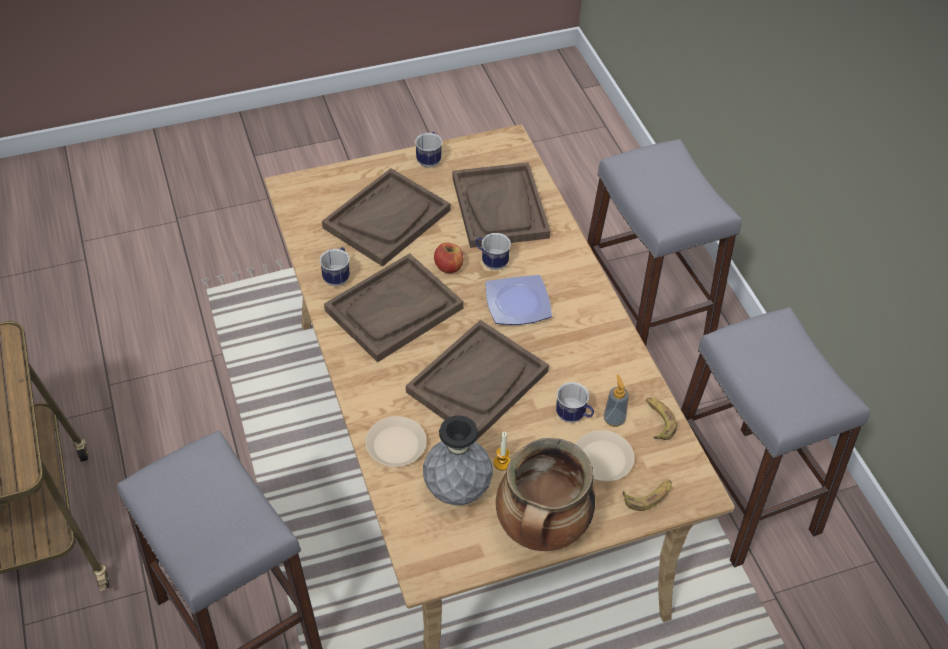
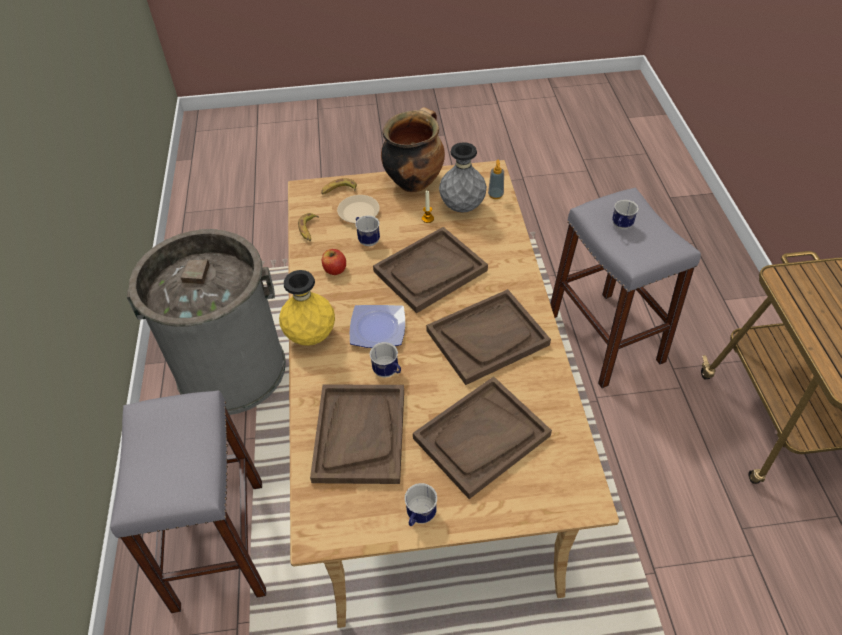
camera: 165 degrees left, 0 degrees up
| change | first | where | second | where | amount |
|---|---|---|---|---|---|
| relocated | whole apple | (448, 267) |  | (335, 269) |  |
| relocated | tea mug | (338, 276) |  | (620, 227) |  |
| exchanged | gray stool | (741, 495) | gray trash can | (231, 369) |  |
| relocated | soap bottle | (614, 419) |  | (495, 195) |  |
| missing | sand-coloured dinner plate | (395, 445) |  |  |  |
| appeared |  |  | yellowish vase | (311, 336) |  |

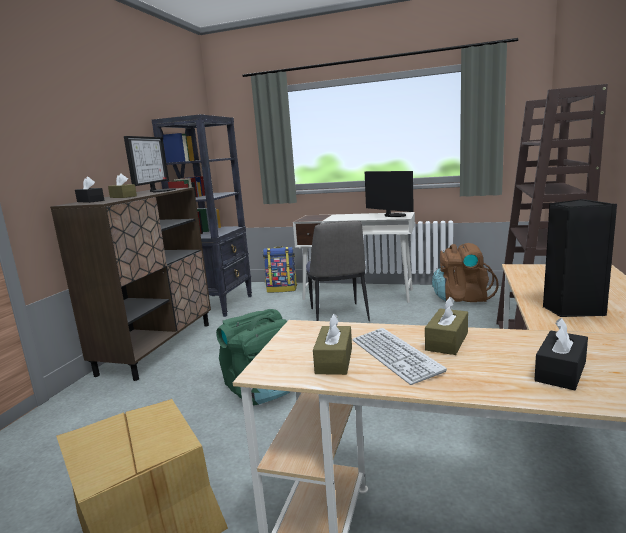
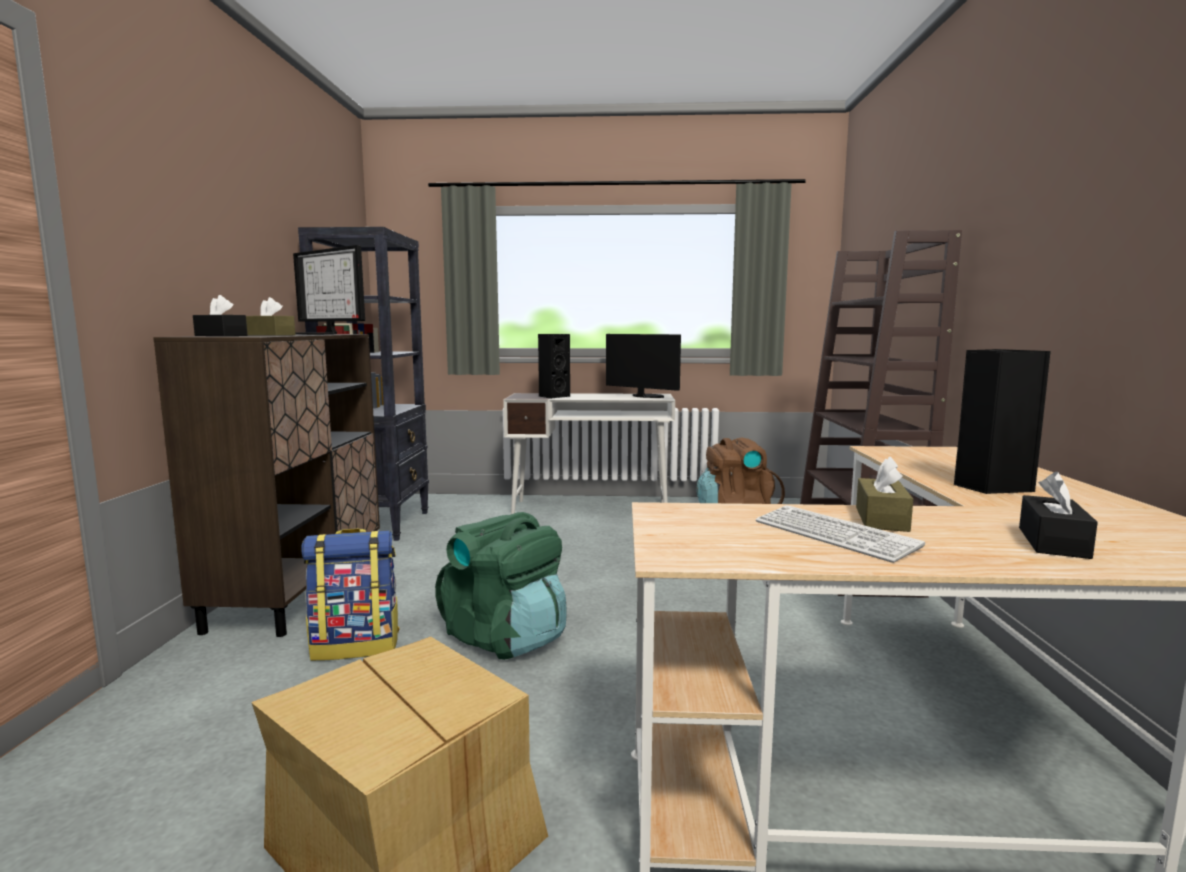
camera: 15 degrees left, 5 degrees down
| change | first | where | second | where | amount |
|---|---|---|---|---|---|
| spun | monitor | (160, 190) |  | (320, 334) | 135 degrees clockwise |
| missing | upright chair | (338, 315) |  |  |  |
| relocated | backpack | (282, 289) |  | (356, 645) |  |
| missing | brownish tissue box | (334, 360) |  |  |  |
| appeared |  |  | black speaker | (553, 396) |  |

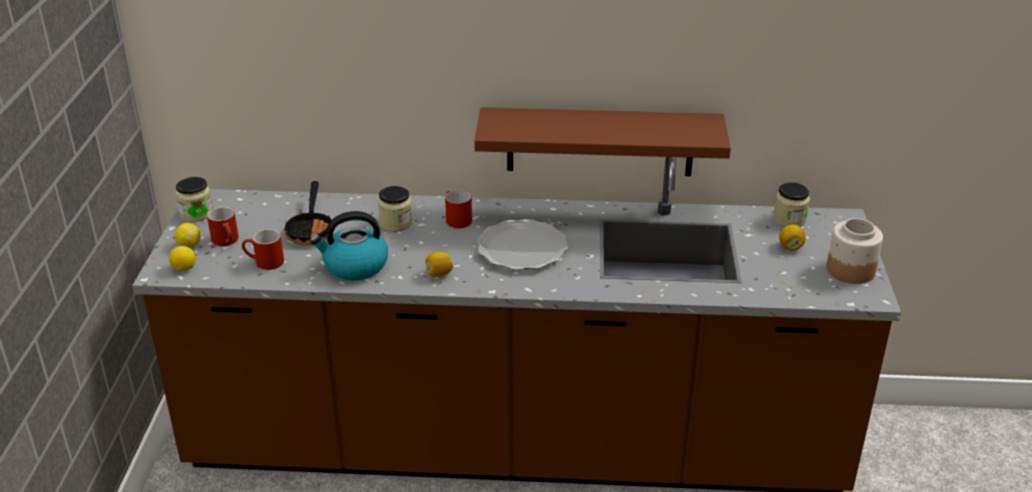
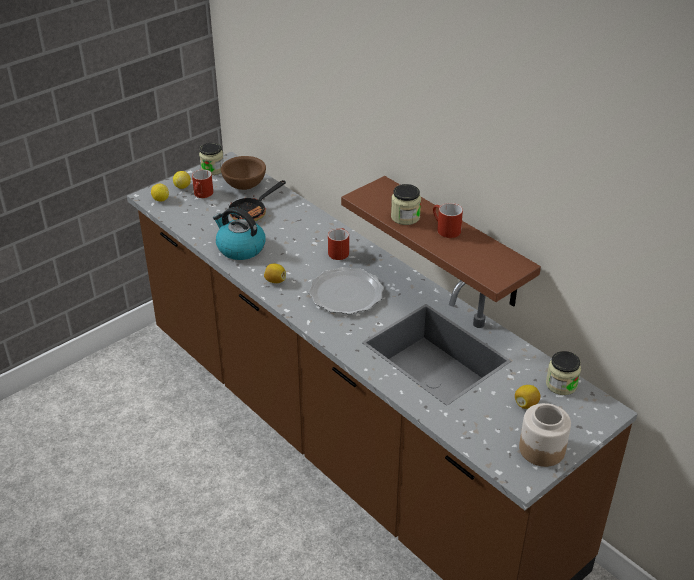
camera: 45 degrees right, 5 degrees up
| change | first | where | second | where | amount |
|---|---|---|---|---|---|
| relocated | storage jar | (396, 223) |  | (405, 217) |  |
| relocated | red-coloured tea mug | (264, 262) |  | (444, 229) |  |
| appeared |  |  | brownish bowl | (245, 185) |  |

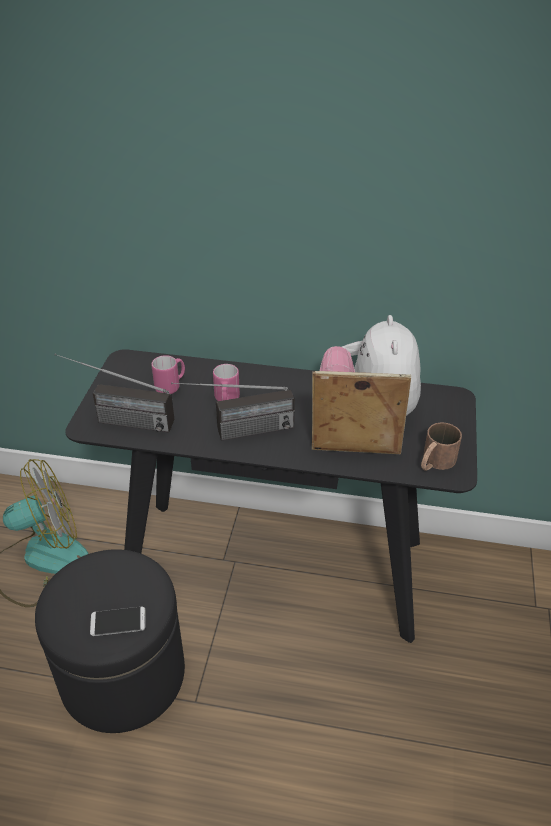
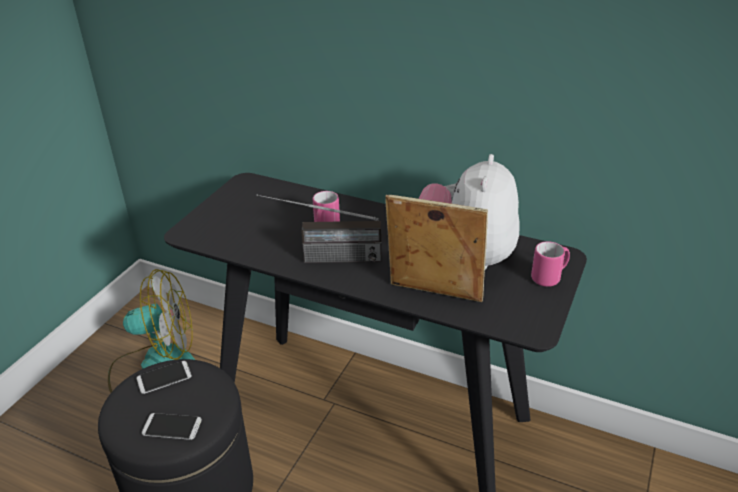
camera: 15 degrees right, 5 degrees down
| change | first | where | second | where | amount |
|---|---|---|---|---|---|
| missing | radio | (116, 420) |  |  |  |
| relocated | pinkish tea mug | (171, 386) |  | (549, 277) |  |
| missing | brownish tea mug | (435, 462) |  |  |  |
| appeared |  |  | telephone | (164, 377) |  |

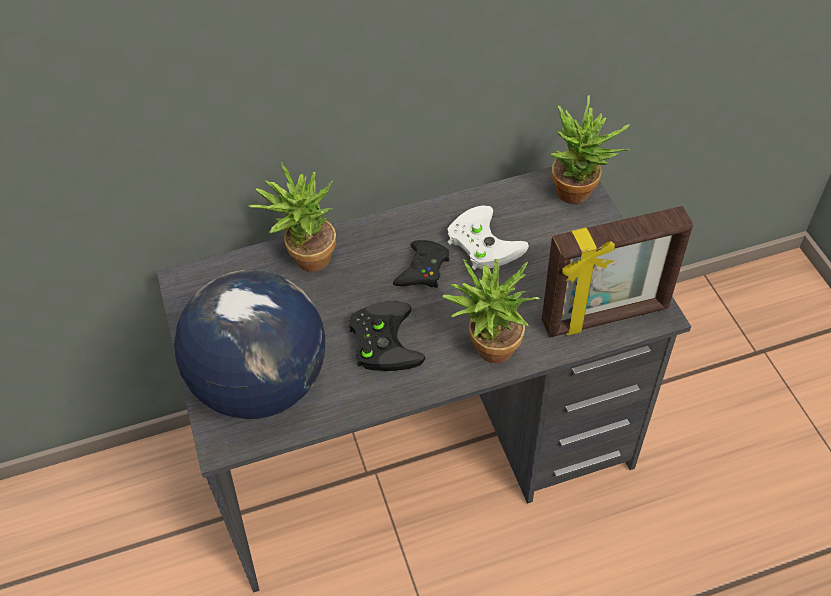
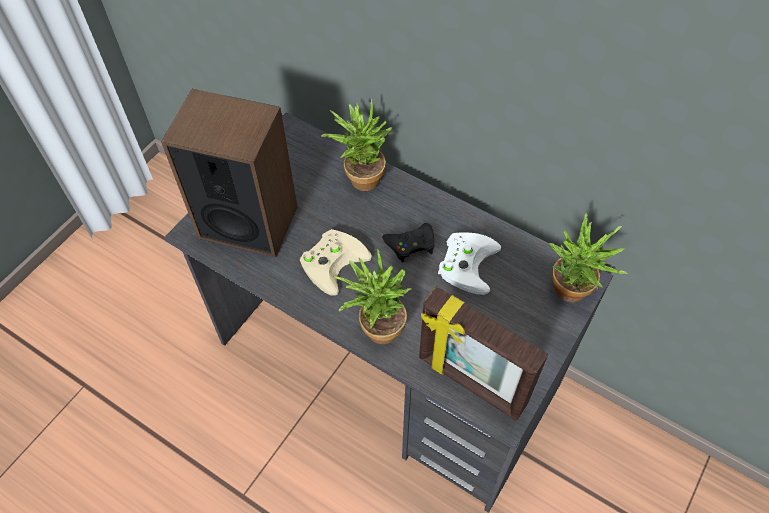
camera: 50 degrees right, 5 degrees up
| change | first | where | second | where | amount |
|---|---|---|---|---|---|
| exchanged | world globe | (262, 383) | speaker | (248, 221) |  |
| colour | black joypad | (382, 339) | sand-coloured joypad | (333, 260) |  |

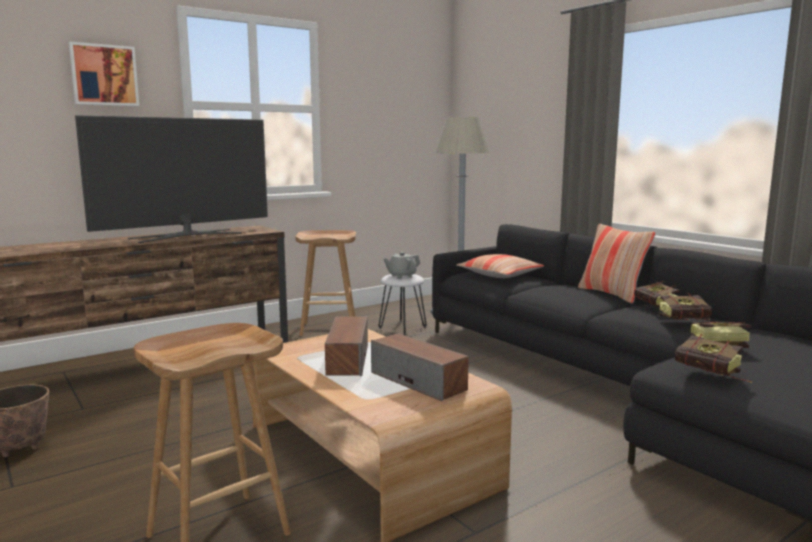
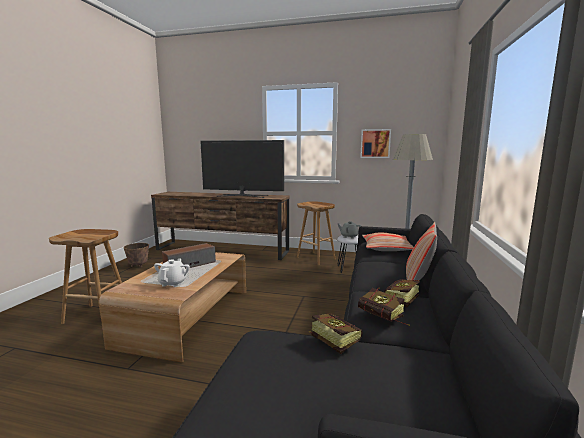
camera: 50 degrees right, 0 degrees up
| change | first | where | second | where | amount |
|---|---|---|---|---|---|
| relocated | wall art | (104, 75) |  | (375, 143) |  |
| exchanged | speaker | (418, 381) | white-coloured tea pot | (173, 283) |  |
| missing | book | (713, 376) |  |  |  |

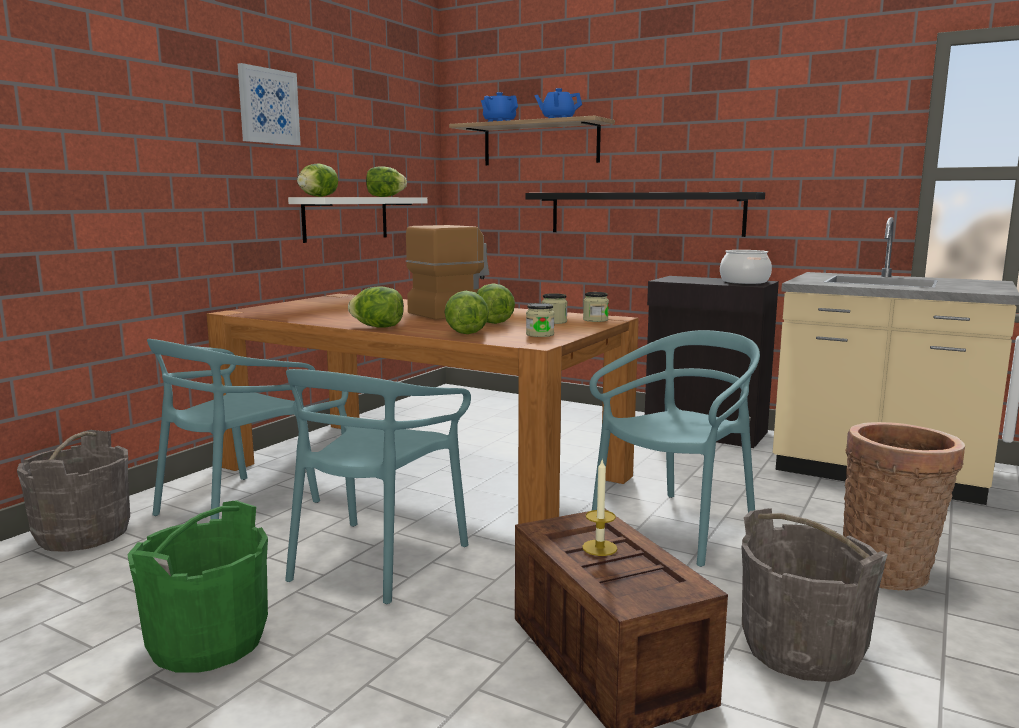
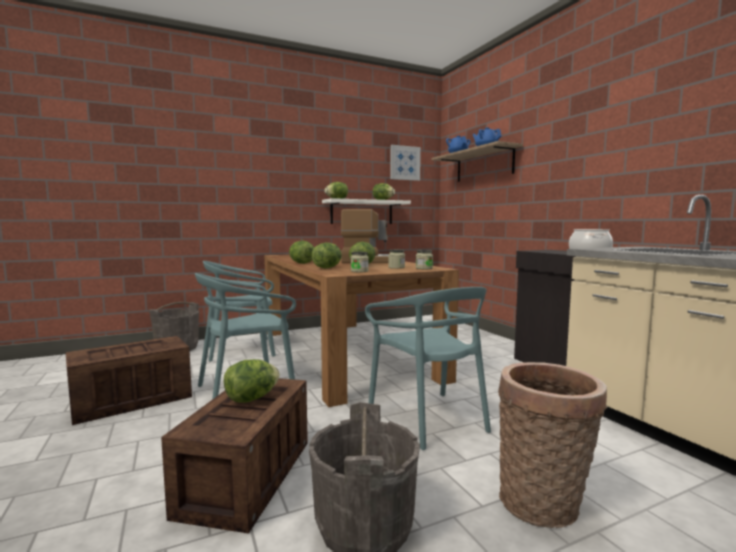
camera: 35 degrees right, 5 degrees down
| change | first | where | second | where | amount |
|---|---|---|---|---|---|
| relocated | wall art | (268, 106) |  | (405, 163) |  |
| missing | black shelf | (644, 213) |  |  |  |
| spun | blue-green upright chair | (677, 526) |  | (428, 418) | 75 degrees clockwise |
| exchanged | wax light | (599, 548) | head of lettuce | (251, 398) |  |
| exchanged | green pail | (208, 642) | crate | (130, 401) |  |

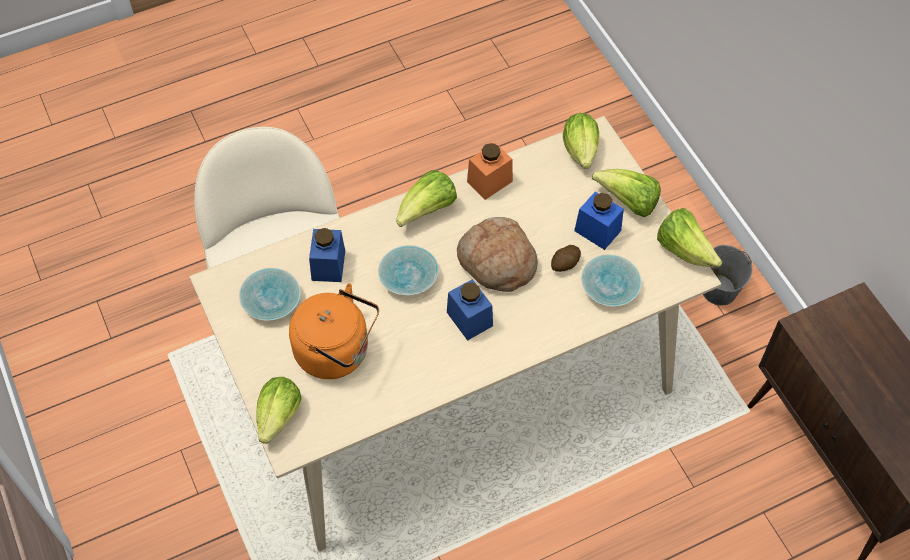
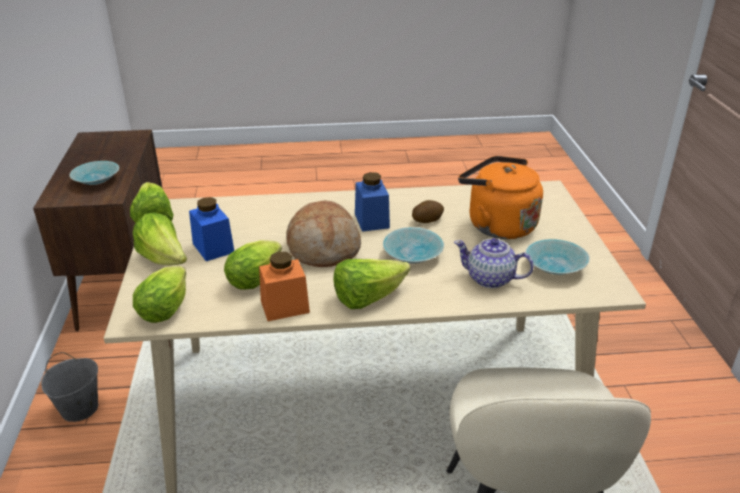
camera: 160 degrees left, 25 degrees down
| change | first | where | second | where | amount |
|---|---|---|---|---|---|
| exchanged | blue storage jar | (328, 265) | tea pot | (490, 279) |  |
| relocated | spud | (565, 264) |  | (427, 220) |  |
| relocated | blue-green bowl | (610, 285) |  | (95, 181) |  |
| relocated | head of lettuce | (277, 420) |  | (257, 278) |  |

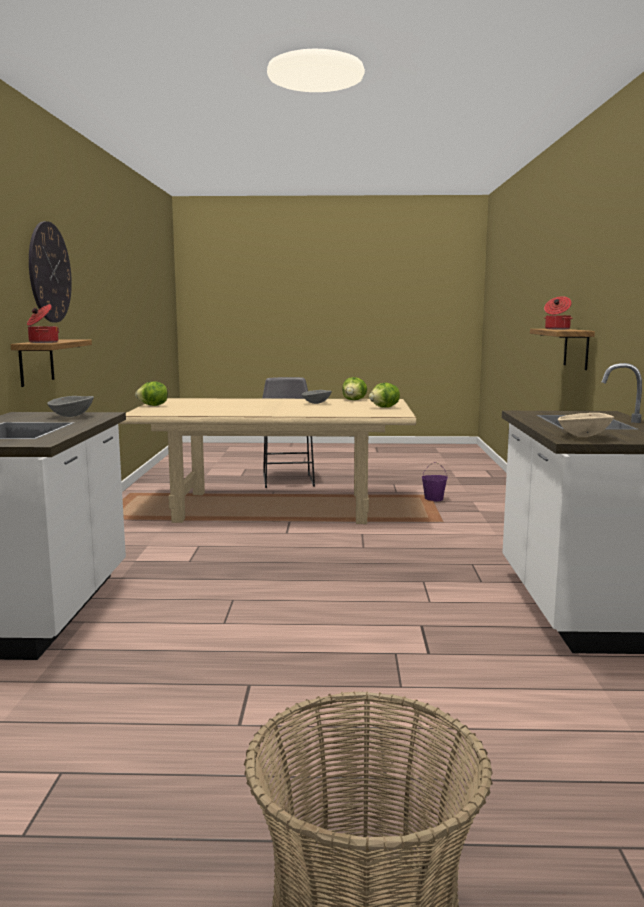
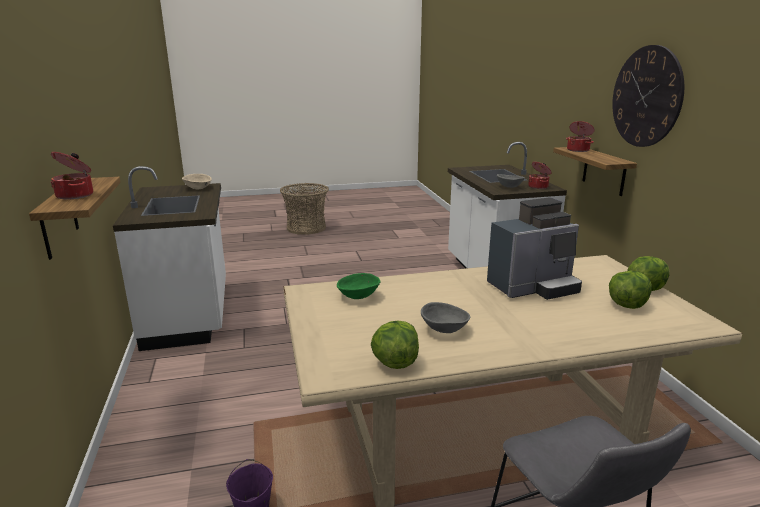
camera: 165 degrees right, 10 degrees up
| change | first | where | second | where | amount |
|---|---|---|---|---|---|
| relocated | head of lettuce | (385, 407) |  | (626, 305) |  |
| appeared |  |  | saucepot | (538, 187) |  |
| appeared |  |  | coffee machine | (533, 287) |  |
| appeared |  |  | green bowl | (358, 297) |  |

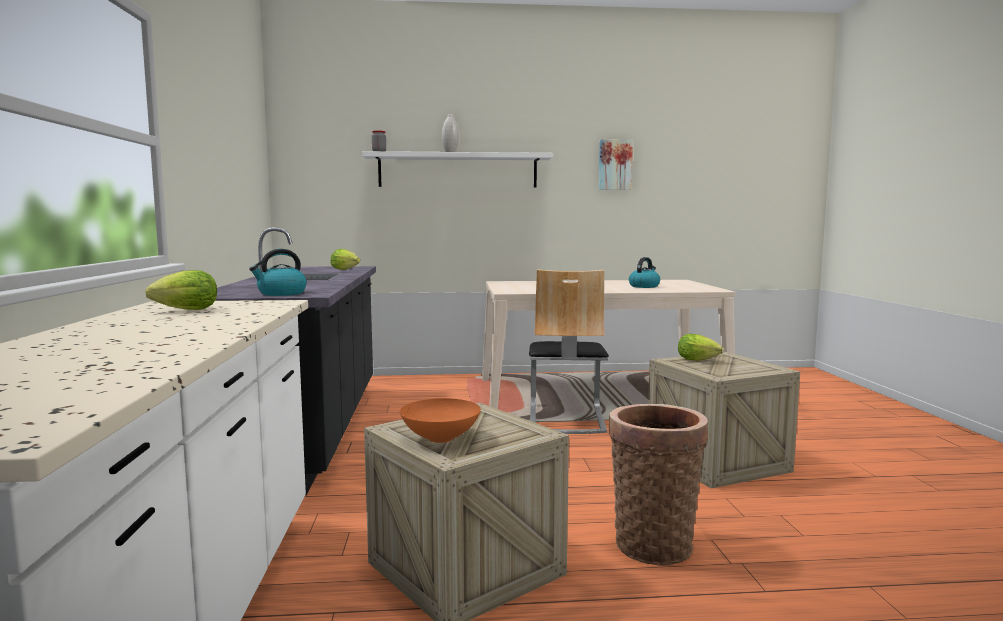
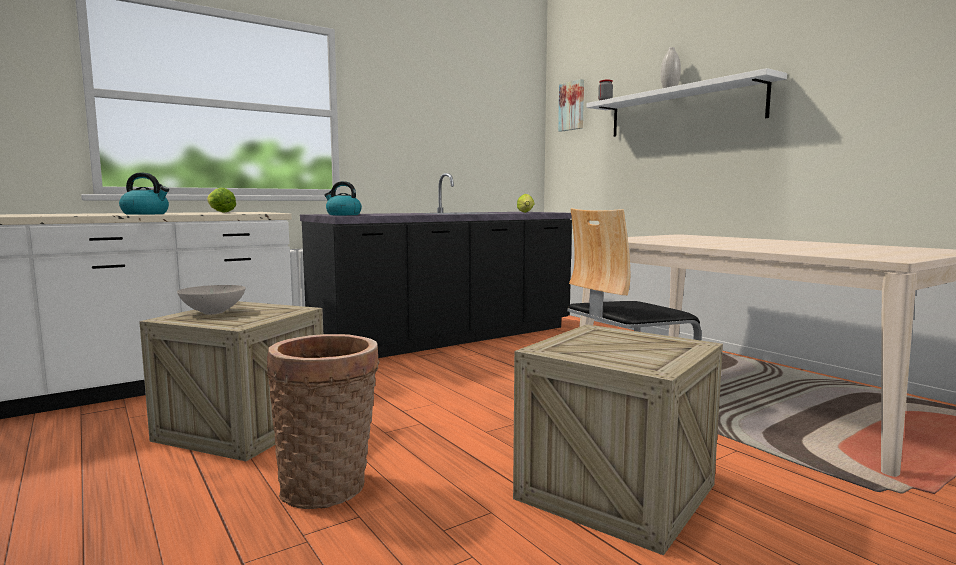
camera: 60 degrees right, 0 degrees up
| change | first | where | second | where | amount |
|---|---|---|---|---|---|
| relocated | wall art | (615, 165) |  | (572, 106) |  |
| relocated | tea kettle | (644, 286) |  | (146, 214) |  |
| missing | head of lettuce | (699, 360) |  |  |  |
| colour | orange-coloured bowl | (440, 438) | white-coloured bowl | (214, 312) |  |

